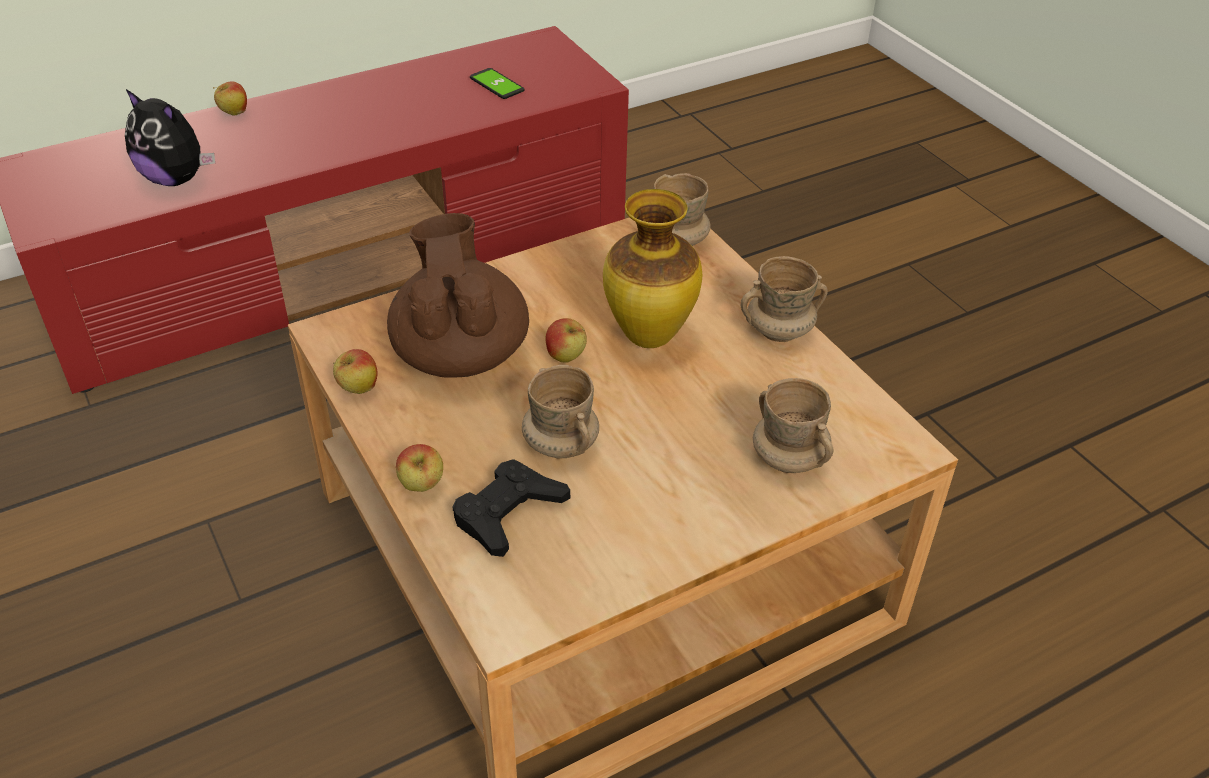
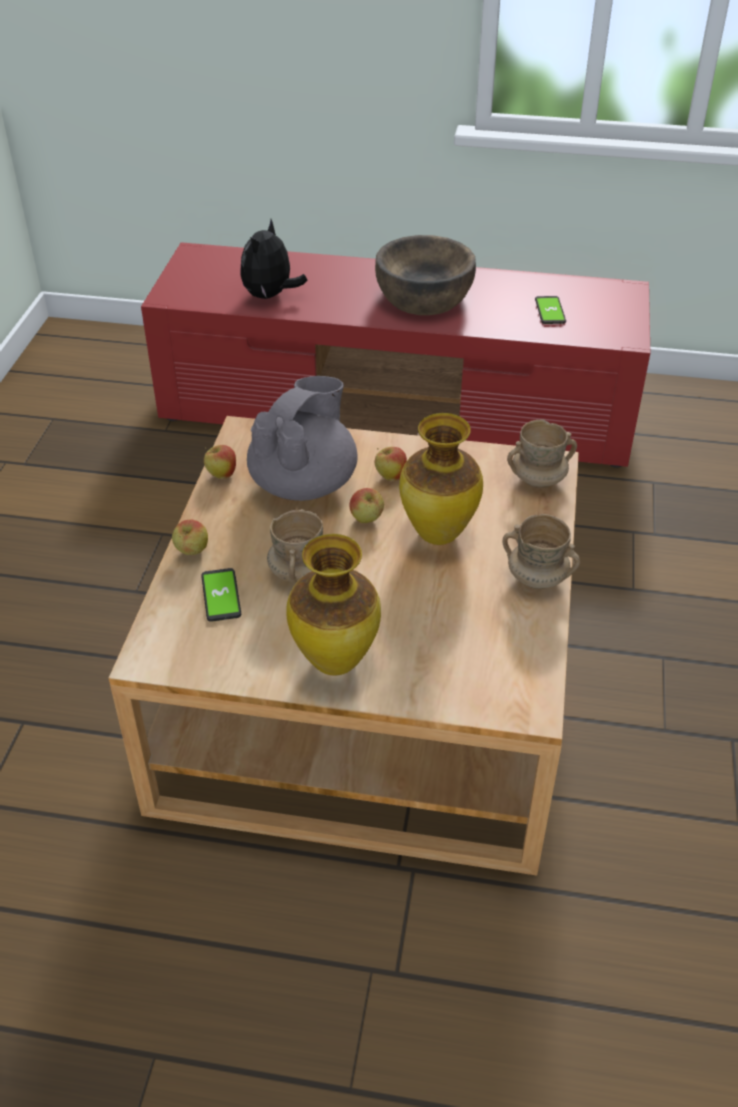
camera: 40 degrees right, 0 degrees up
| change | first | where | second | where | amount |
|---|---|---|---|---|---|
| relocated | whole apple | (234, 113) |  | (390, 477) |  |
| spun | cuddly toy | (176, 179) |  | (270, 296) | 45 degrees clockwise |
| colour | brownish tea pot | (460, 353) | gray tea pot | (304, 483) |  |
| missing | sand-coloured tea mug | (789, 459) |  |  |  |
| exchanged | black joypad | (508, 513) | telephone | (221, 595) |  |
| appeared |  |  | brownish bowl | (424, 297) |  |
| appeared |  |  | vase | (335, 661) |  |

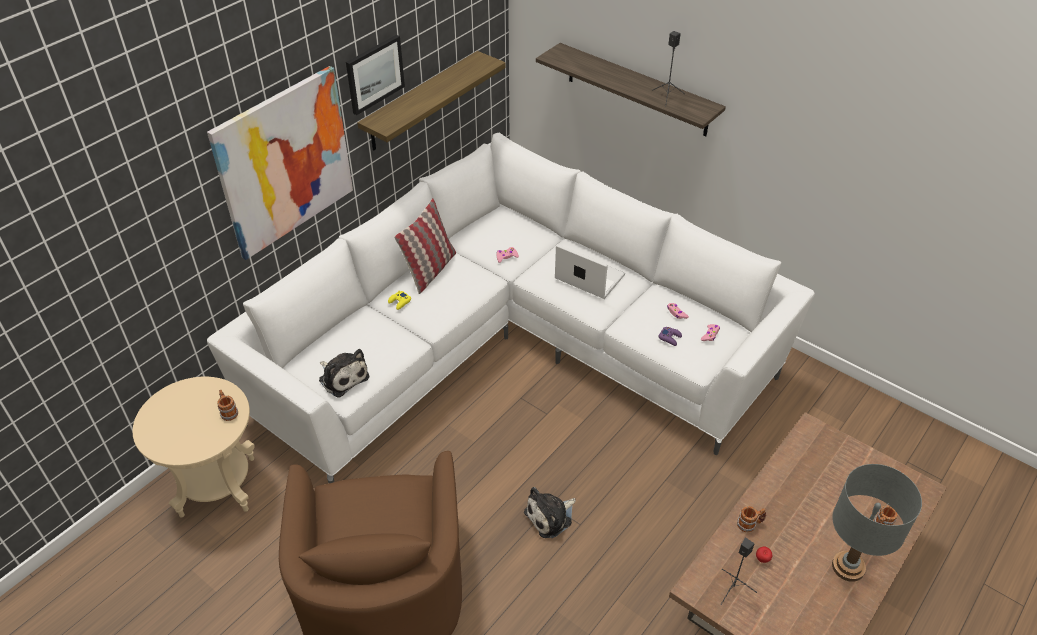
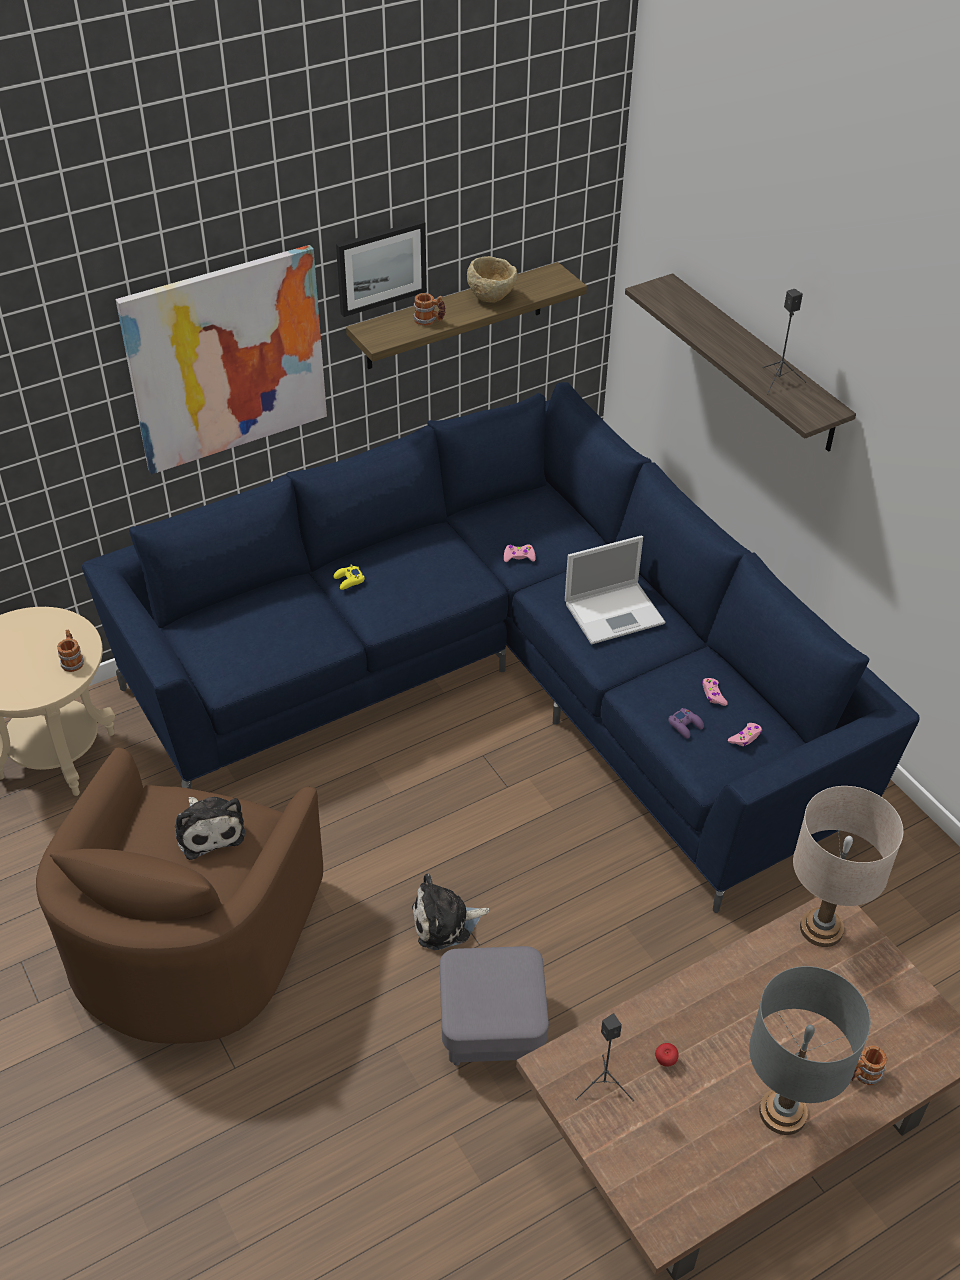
camera: 20 degrees right, 0 degrees up
| change | first | where | second | where | amount |
|---|---|---|---|---|---|
| colour | white-coloured couch | (510, 348) | blue couch | (501, 685) |  |
| missing | throw pillow | (430, 270) |  |  |  |
| spun | portable computer | (588, 277) |  | (615, 612) | 105 degrees clockwise |
| relocated | cuddly toy | (342, 377) |  | (209, 830) |  |
| relocated | tea mug | (750, 524) |  | (429, 321) |  |
| appeared |  |  | sand-coloured bowl | (492, 297) |  |
| appeared |  |  | sand-coloured tabletop lamp | (821, 929) |  |
| appeared |  |  | gray pouffe | (492, 1028) |  |

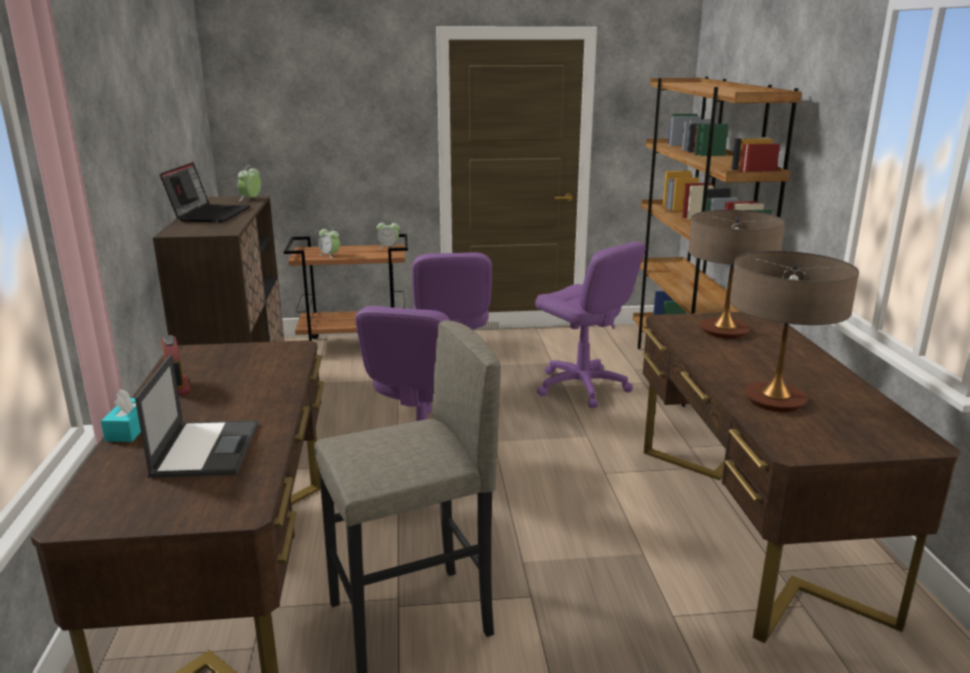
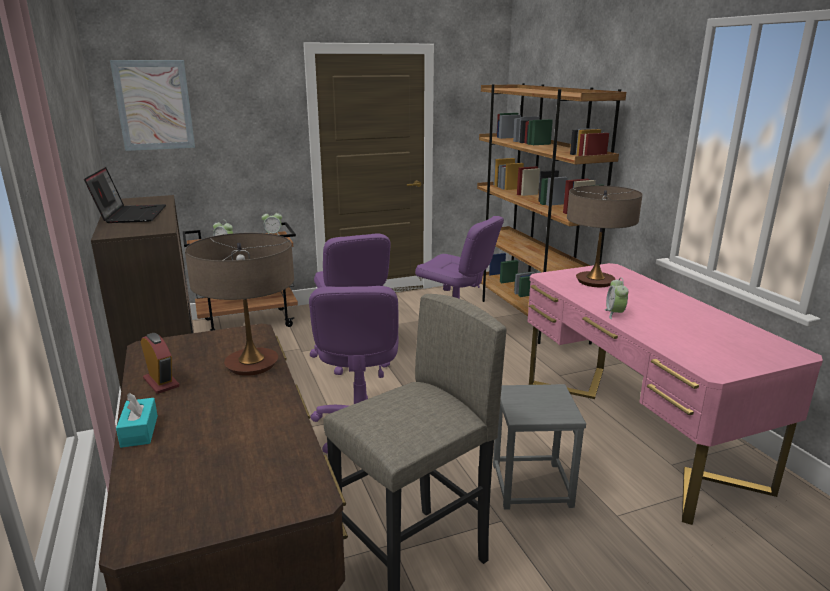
camera: 15 degrees left, 0 degrees up
| change | first | where | second | where | amount |
|---|---|---|---|---|---|
| relocated | bedside clock | (250, 199) |  | (614, 314) |  |
| relocated | tabletop lamp | (775, 400) |  | (252, 364) |  |
| colour | brownish desk table | (751, 524) | pinkish desk table | (634, 431) |  |
| missing | portable computer | (206, 448) |  |  |  |
| appeared |  |  | wall art | (154, 105) |  |
| appeared |  |  | gray stool | (530, 485) |  |

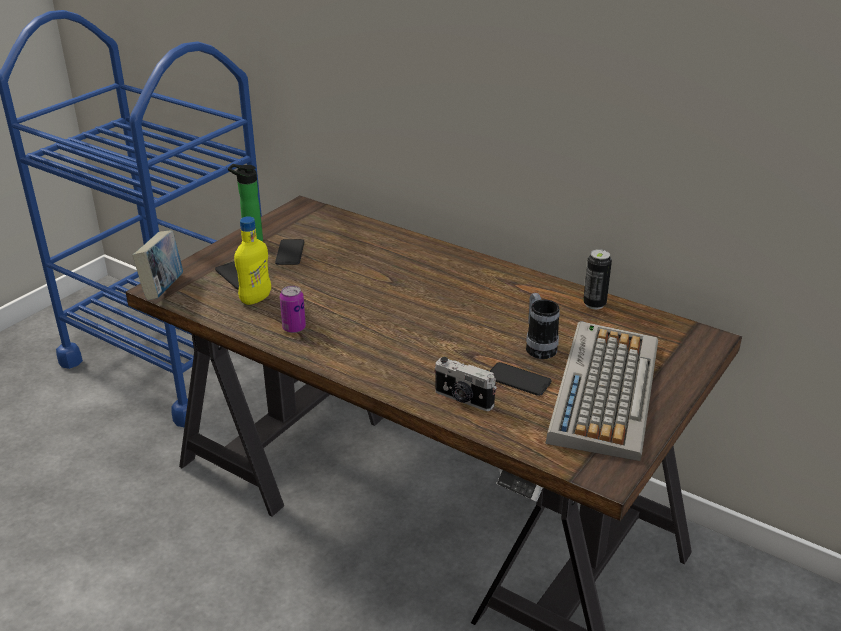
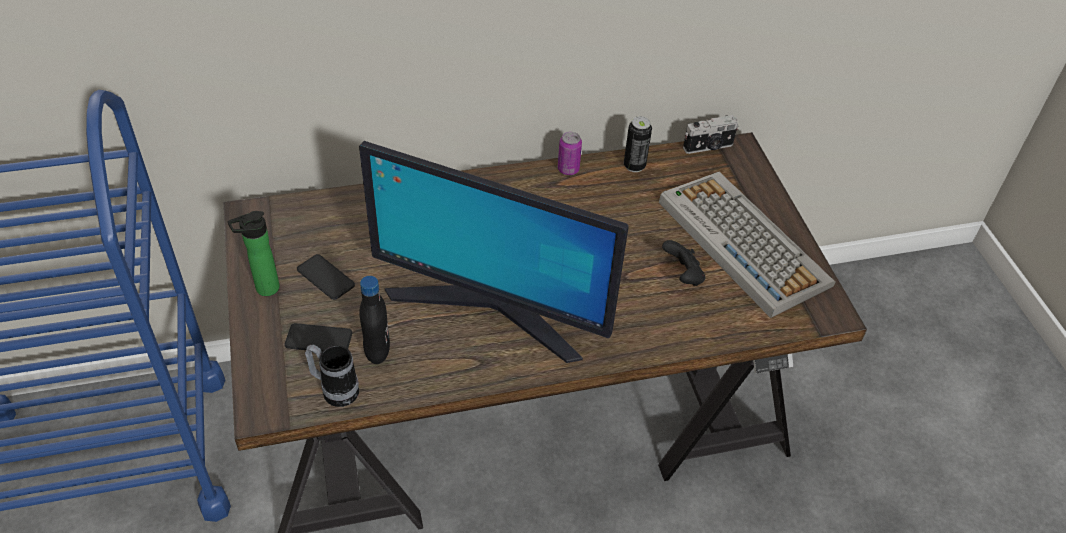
camera: 50 degrees left, 15 degrees up
| change | first | where | second | where | amount |
|---|---|---|---|---|---|
| colour | yellowish bottle | (255, 299) | black bottle | (377, 351) |  |
| missing | book | (163, 290) |  |  |  |
| relocated | can | (294, 328) |  | (568, 169) |  |
| relocated | tea mug | (539, 347) |  | (335, 390) |  |
| relocated | still camera | (463, 399) |  | (708, 147) |  |
| exchanged | telephone | (518, 379) | black joypad | (683, 276) |  |
| appeared |  |  | monitor | (492, 309) |  |

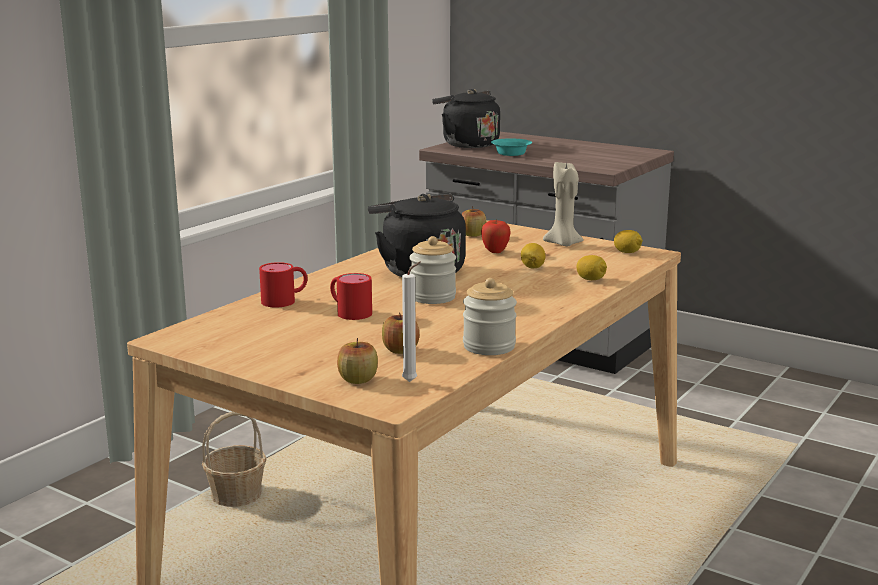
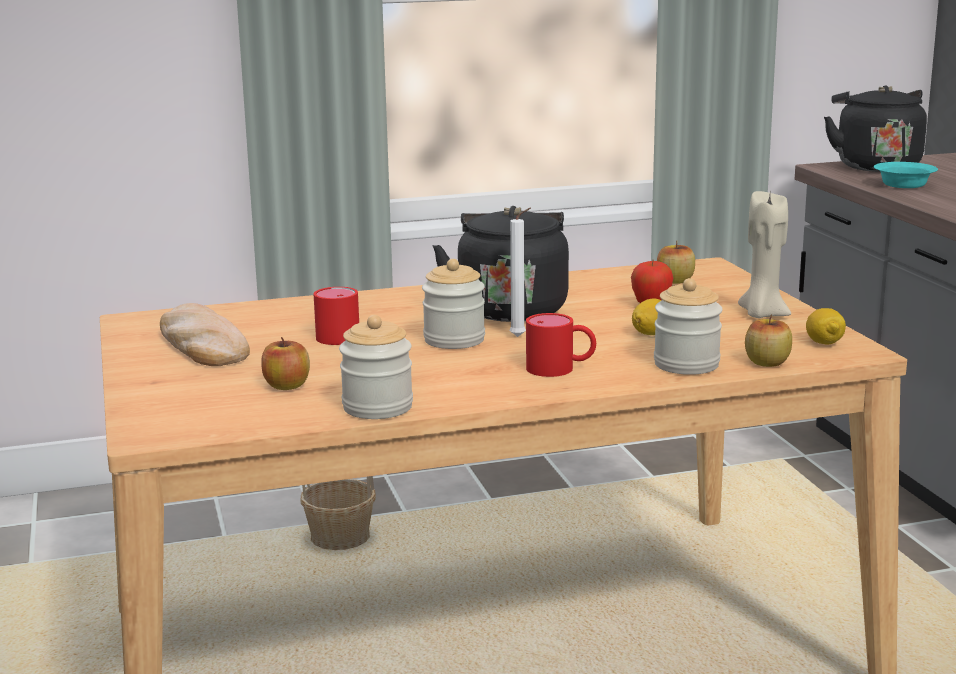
camera: 40 degrees right, 0 degrees up
| change | first | where | second | where | amount |
|---|---|---|---|---|---|
| exchanged | whole lemon | (591, 279) | storage jar | (686, 364) |  |
| relocated | white-coloured wax light | (412, 381) |  | (520, 337) |  |
| relocated | red-coloured tea mug | (285, 300) |  | (561, 369) |  |
| relocated | whole apple | (357, 380) |  | (767, 363) |  |
| appeared |  |  | baked bread | (202, 345) |  |

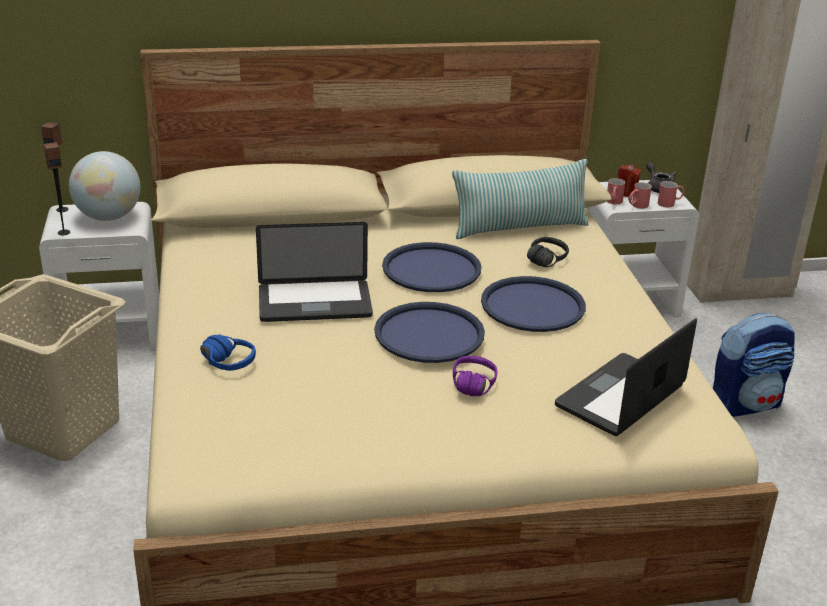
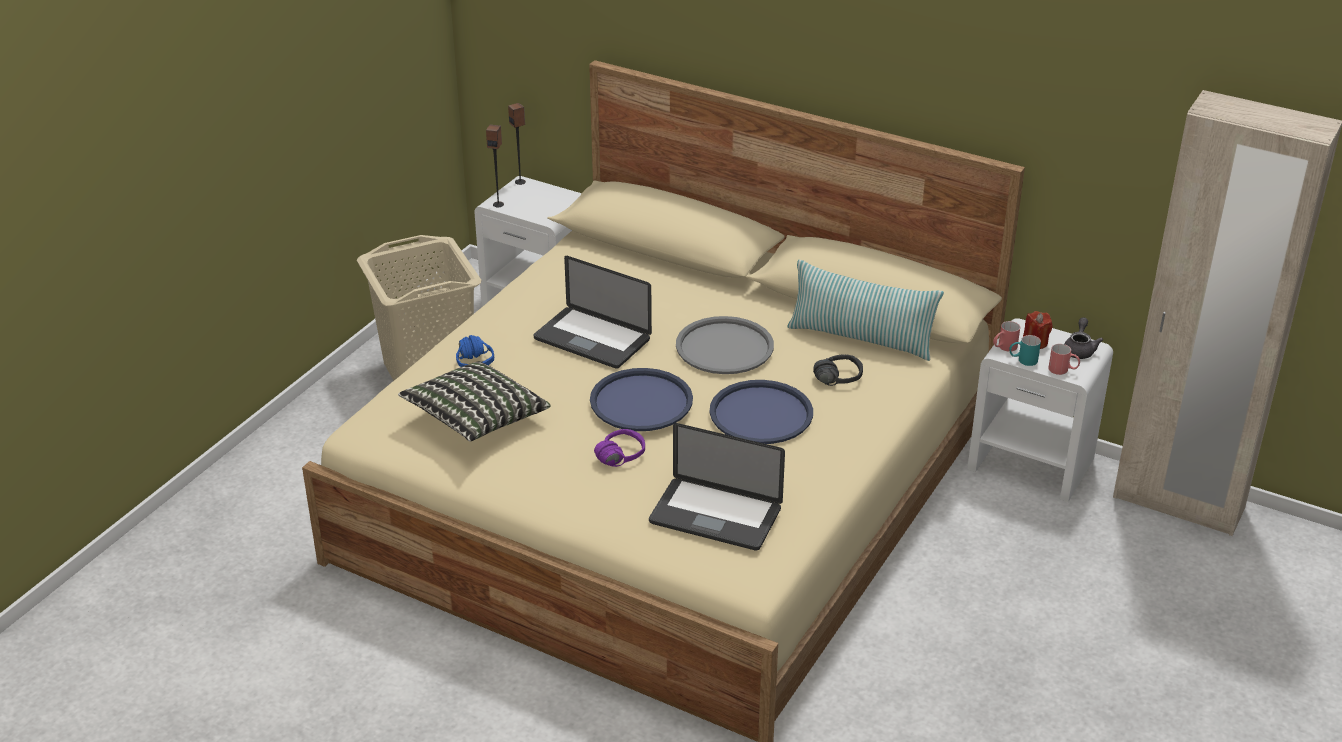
camera: 40 degrees right, 5 degrees up
| change | first | where | second | where | amount |
|---|---|---|---|---|---|
| missing | world globe | (108, 217) |  |  |  |
| colour | red-coloured tea mug | (637, 206) | blue-green tea mug | (1022, 360) |  |
| colour | blue serving tray | (432, 269) | gray serving tray | (724, 347) |  |
| missing | backpack | (745, 404) |  |  |  |
| spun | portable computer | (620, 396) |  | (715, 516) | 150 degrees counterclockwise |
| appeared |  |  | throw pillow | (475, 419) |  |

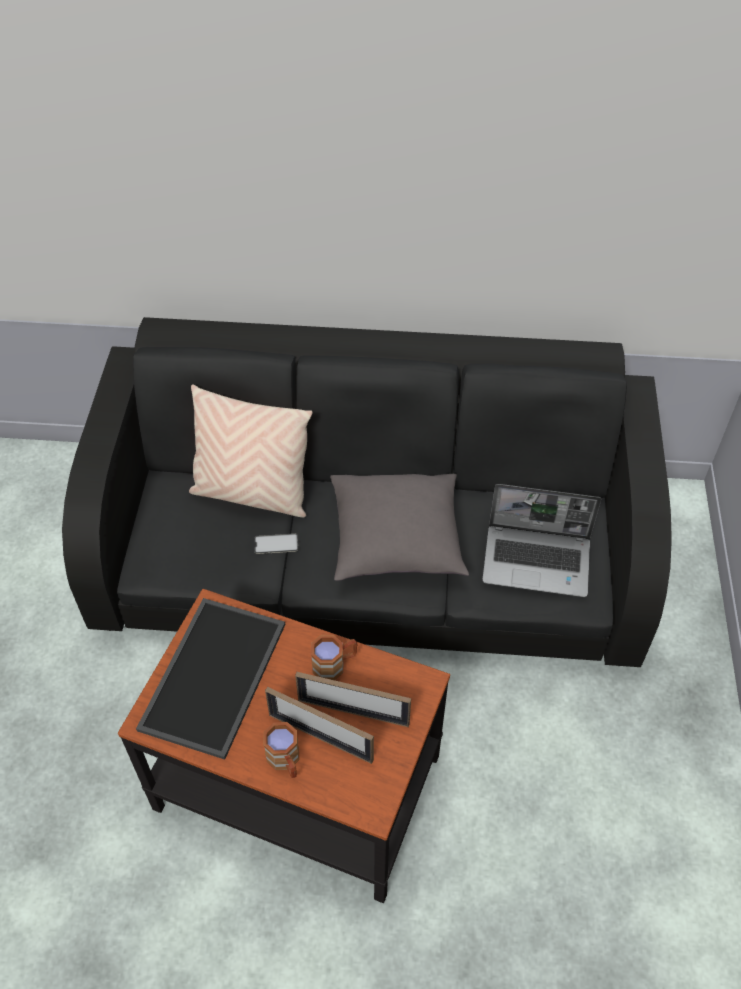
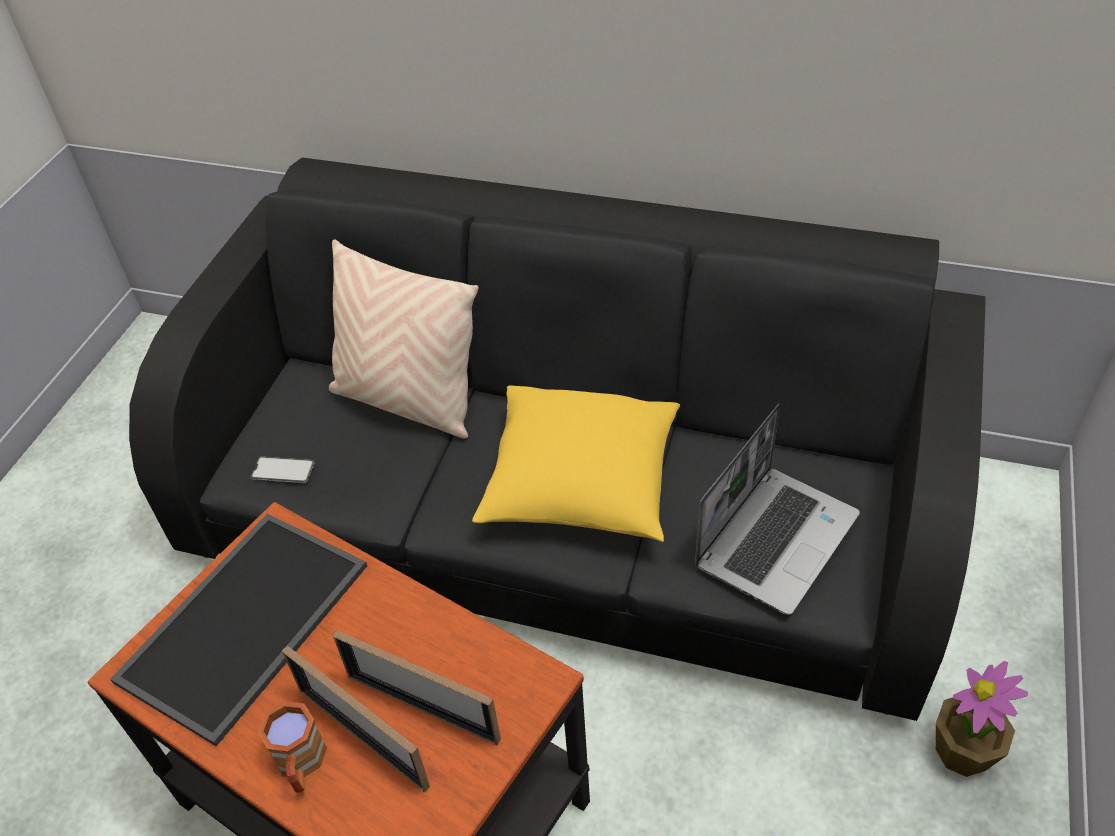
camera: 15 degrees right, 5 degrees down
| change | first | where | second | where | amount |
|---|---|---|---|---|---|
| colour | gray throw pillow | (396, 541) | yellowish throw pillow | (581, 485) |  |
| spun | portable computer | (538, 561) |  | (776, 538) | 75 degrees counterclockwise |
| relocated | telephone | (276, 544) |  | (282, 470) |  |
| missing | brownish tea mug | (335, 664) |  |  |  |
| appeared |  |  | potted plant | (963, 752) |  |

